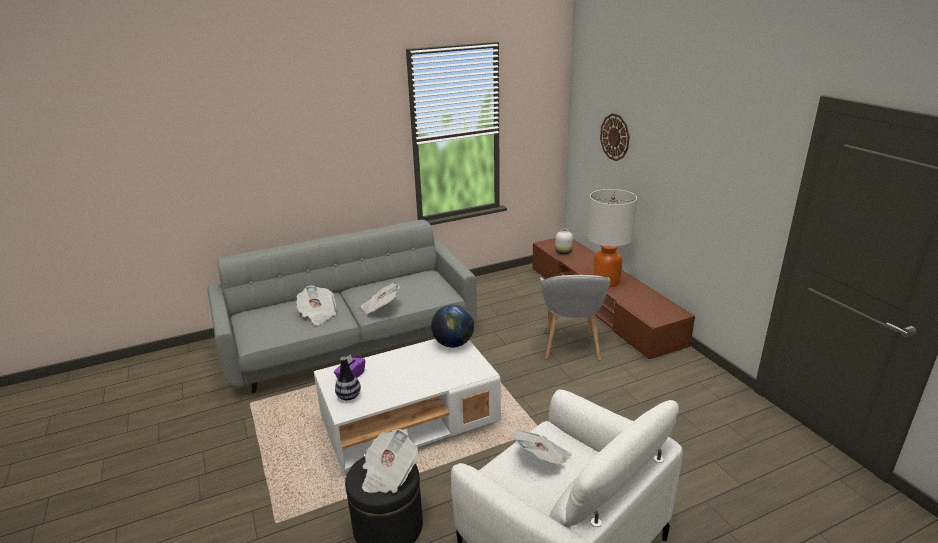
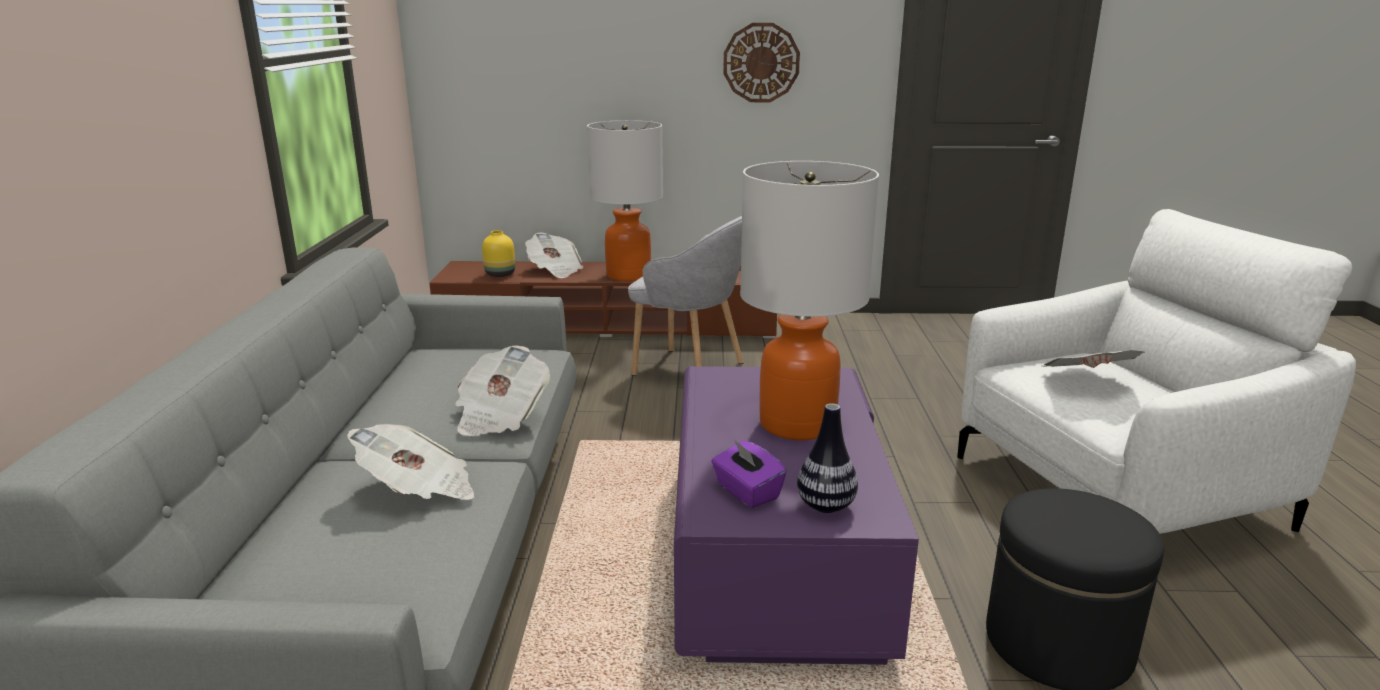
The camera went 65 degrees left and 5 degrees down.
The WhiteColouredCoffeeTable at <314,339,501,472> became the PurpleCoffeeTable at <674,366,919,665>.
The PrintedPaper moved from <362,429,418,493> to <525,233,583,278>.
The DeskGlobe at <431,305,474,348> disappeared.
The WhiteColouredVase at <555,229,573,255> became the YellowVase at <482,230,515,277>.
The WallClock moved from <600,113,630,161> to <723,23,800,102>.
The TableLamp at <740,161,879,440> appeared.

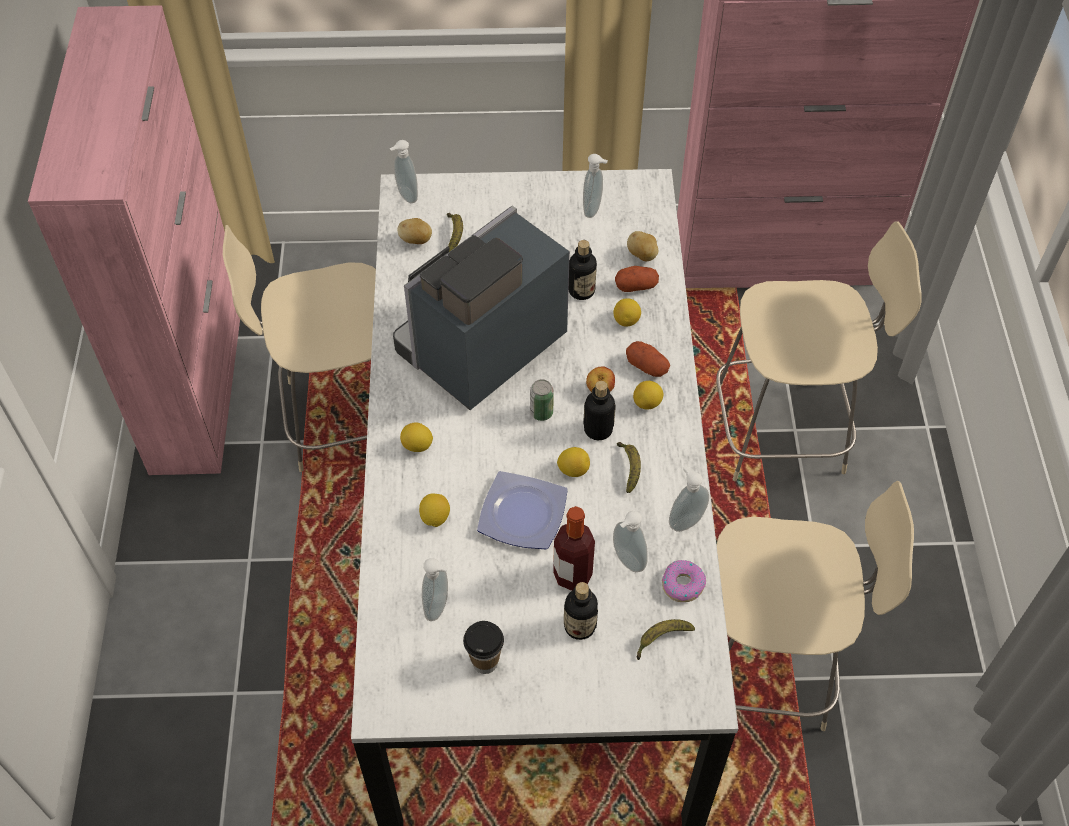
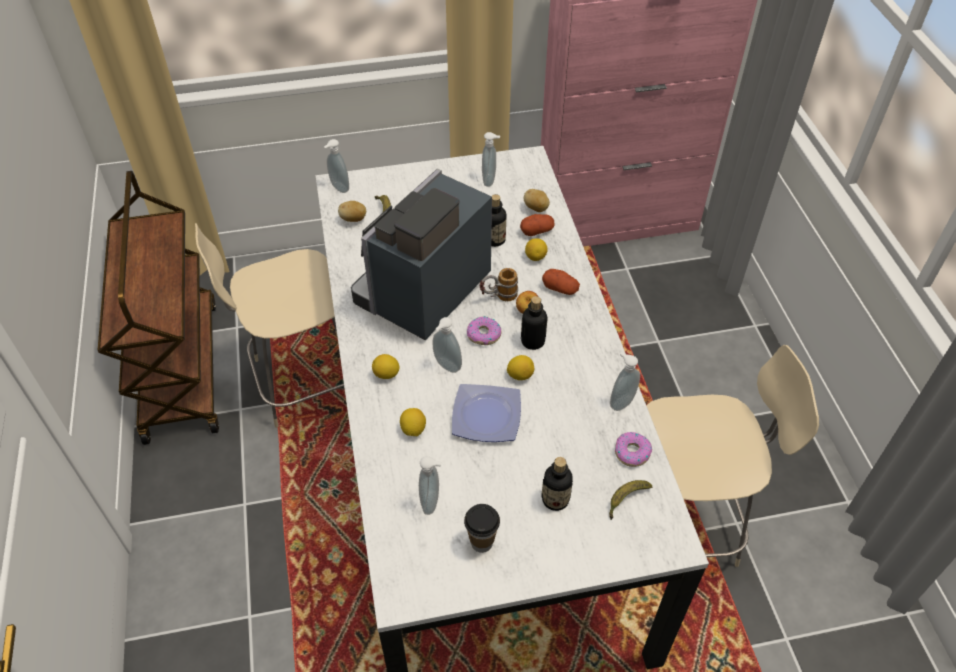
The camera went 10 degrees left and 5 degrees down.
The PinkColouredStorageCabinet at <28,5,240,475> was replaced by the BrownCart at <98,171,219,445>.
The SealedCan at <530,379,554,421> was replaced by the Donut at <467,317,501,345>.
The BeverageBottle at <553,506,595,591> disappeared.
The SoapDispenser moved from <613,511,648,572> to <432,317,462,373>.
The Banana at <617,442,641,493> disappeared.
The CitrusFruit at <633,381,663,409> disappeared.
The BeigePlainChair at <715,221,922,481> disappeared.
The CoffeeMug at <480,268,518,301> appeared.

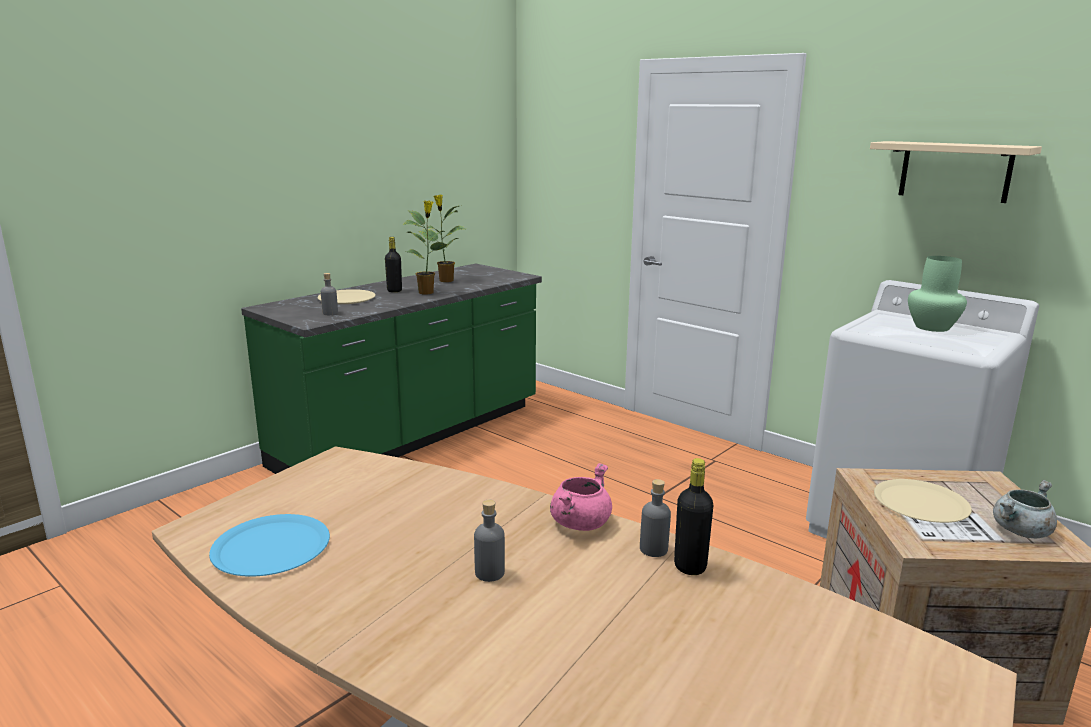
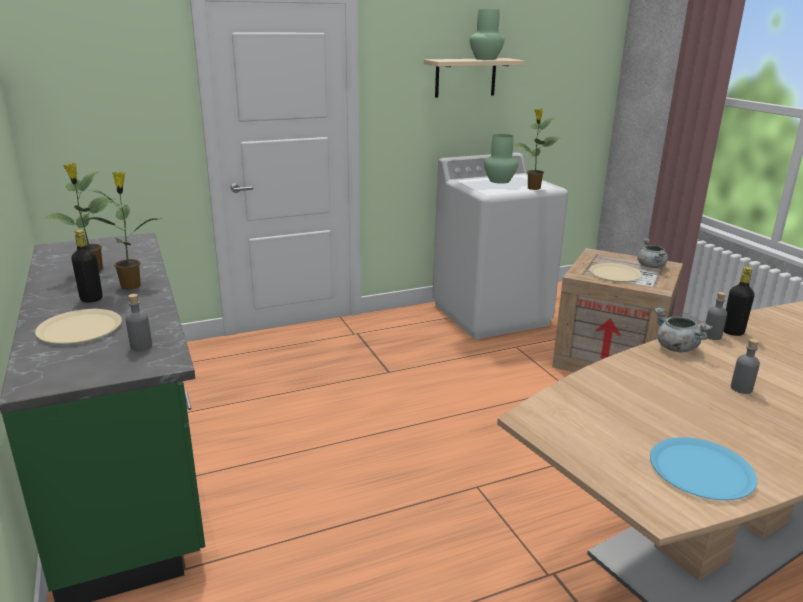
The camera went 65 degrees left and 5 degrees up.
The PinkColouredStockpot at <550,463,612,531> became the GreyStockpot at <654,308,713,352>.
The GreenishVase at <470,9,505,60> appeared.
The PottedPlant at <514,109,562,190> appeared.

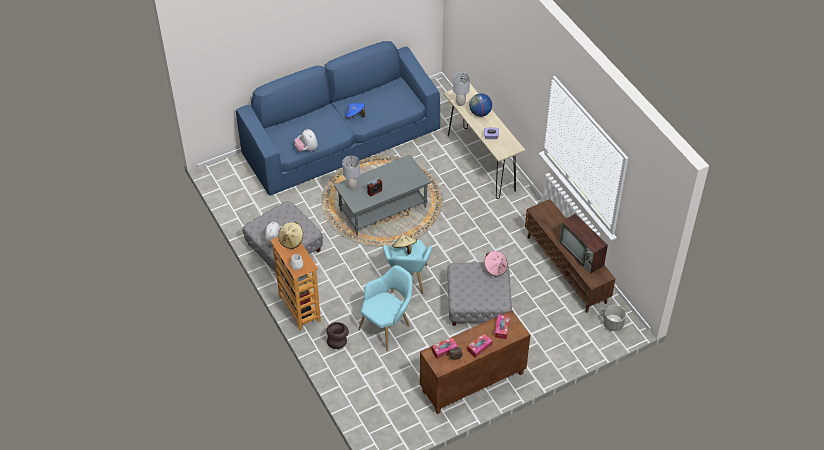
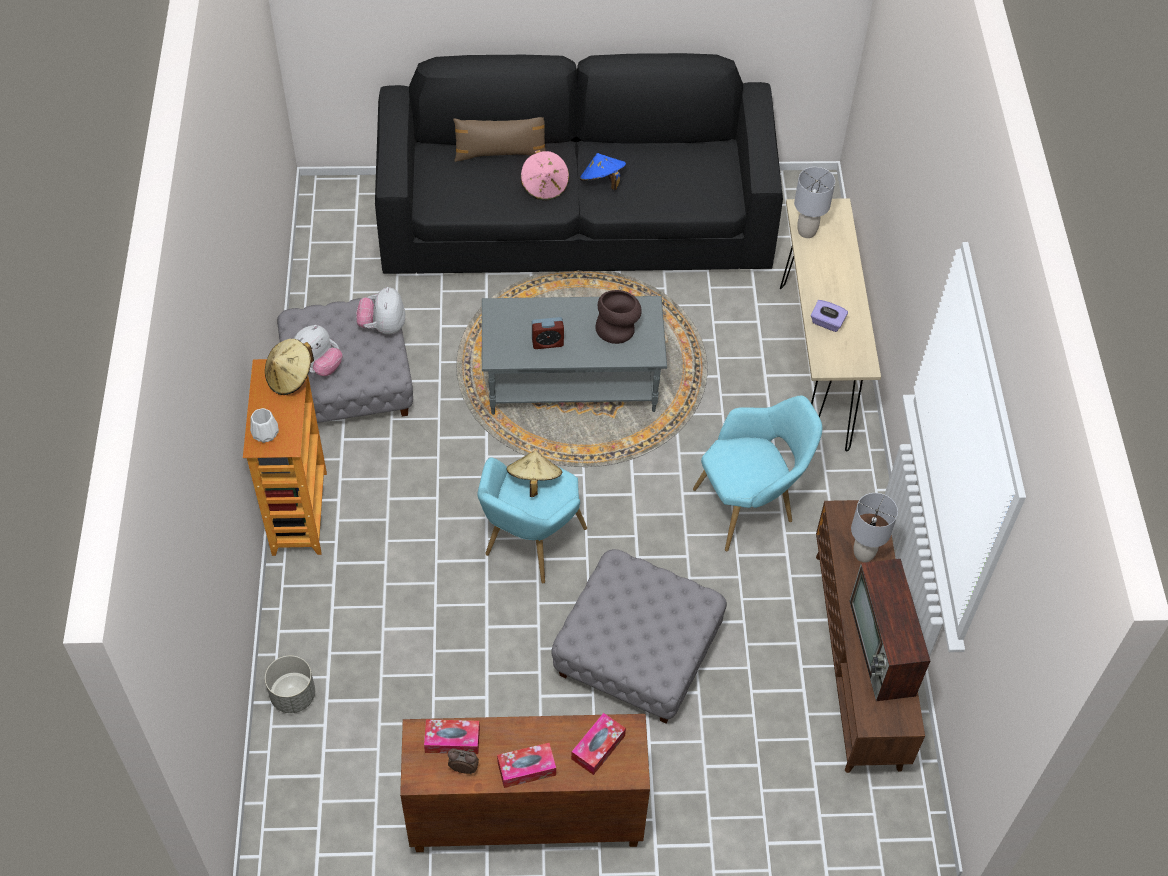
The camera went 25 degrees right and 5 degrees up.
The BluishSofa at <236,41,440,196> became the BlackColouredSofa at <375,53,783,274>.
The CuddlyToy moved from <294,129,318,152> to <356,287,405,335>.
The BrownVase moved from <326,322,349,349> to <595,290,642,344>.
The GreyTableLamp moved from <342,156,360,189> to <851,493,898,562>.
The BlueGreenArmchair moved from <358,265,412,351> to <693,395,822,551>.
The DeskGlobe at <469,93,492,117> disappeared.
The PinkColouredWearableHat moved from <484,251,508,277> to <521,150,569,200>.
The GreyPlanter moved from <603,305,626,331> to <265,656,315,713>.
The BrownCushion at <453,117,546,162> appeared.

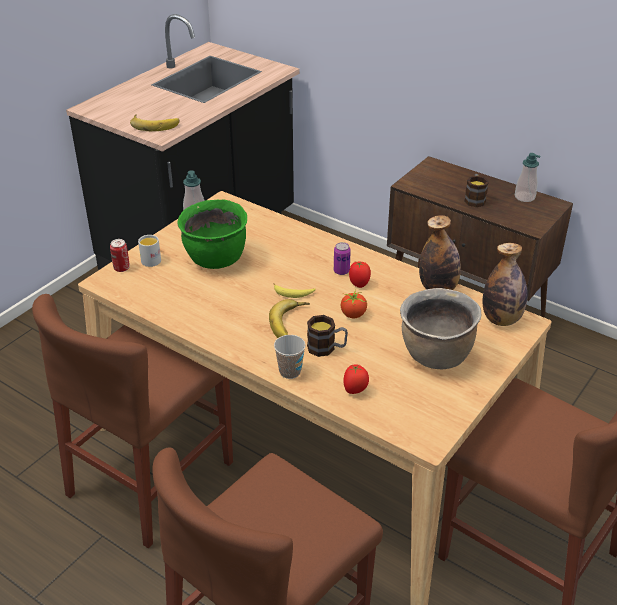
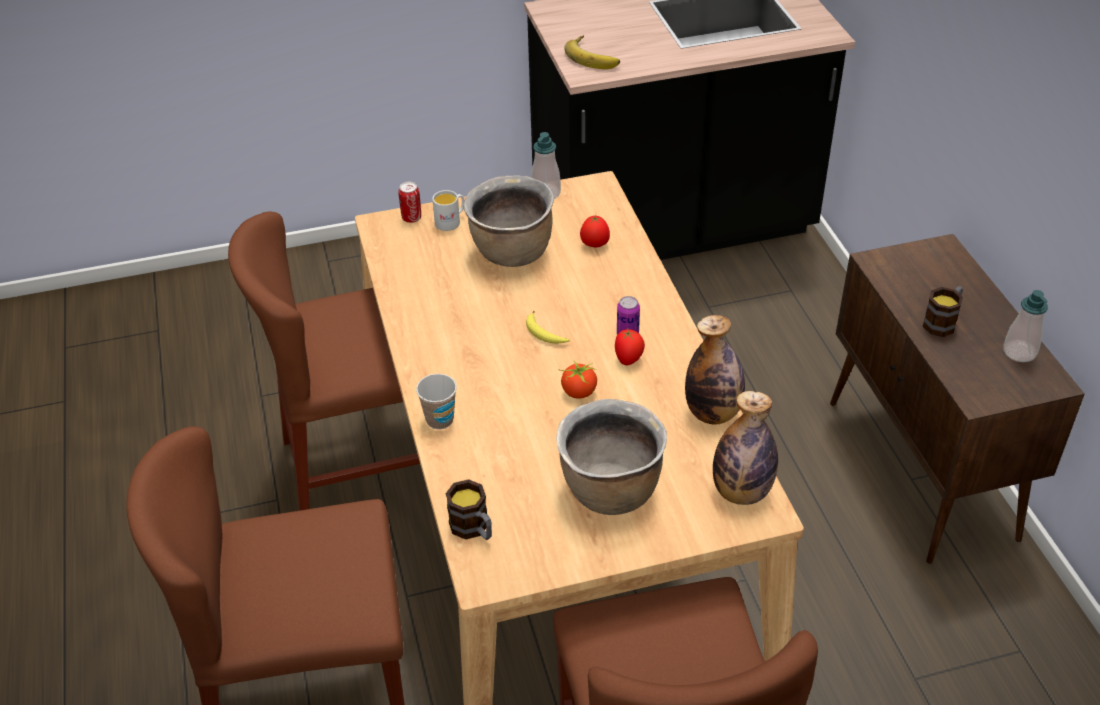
The camera went 40 degrees right and 5 degrees up.
The GreenishStockpot at <177,200,247,269> became the BrownStockpot at <464,175,554,267>.
The Banana at <269,299,310,338> disappeared.
The CoffeeMug moved from <307,315,348,357> to <445,479,492,540>.
The Tomato moved from <343,364,369,394> to <580,216,610,247>.

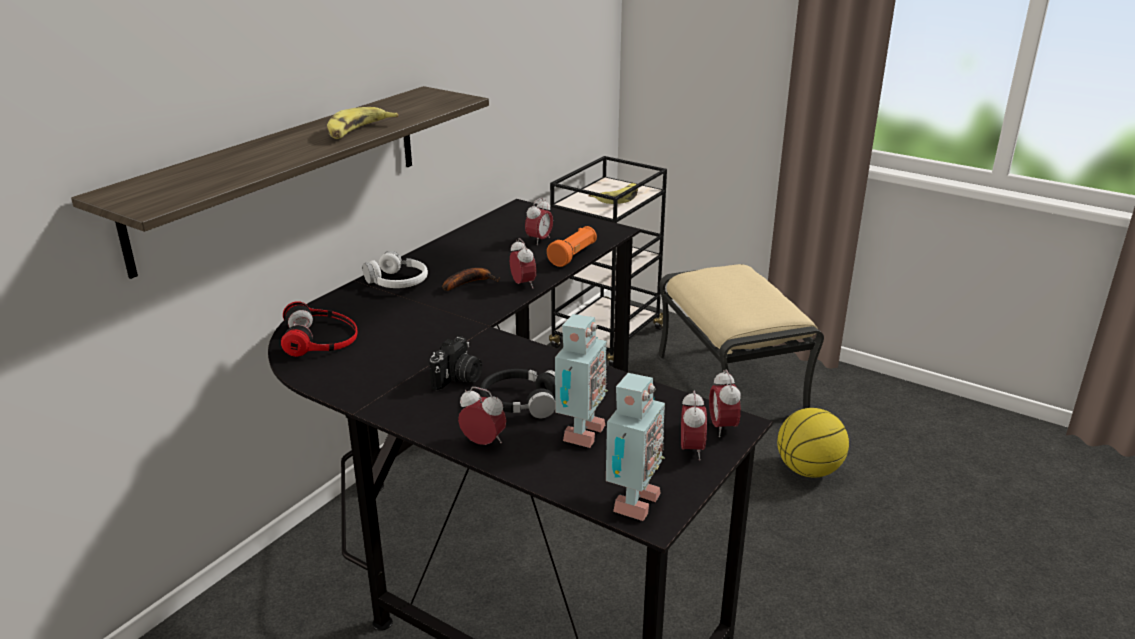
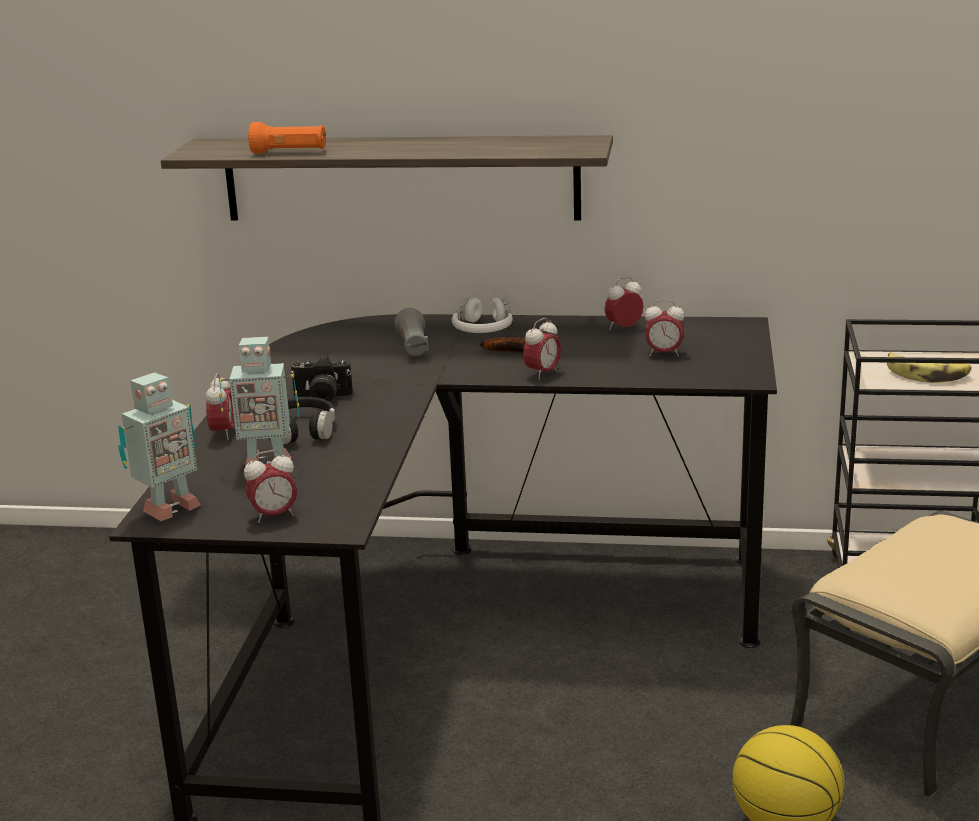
The camera went 65 degrees right and 5 degrees down.
The PairOfHeadphones at <281,301,358,357> disappeared.
The Banana at <327,107,398,139> disappeared.
The OrangeColouredHandTorch moved from <547,226,597,267> to <248,122,326,154>.
The ToyRobot at <606,373,665,521> turned 45 degrees counterclockwise.
The TableClock moved from <709,370,741,437> to <605,277,644,330>.
The GreyHandTorch at <395,308,429,356> appeared.

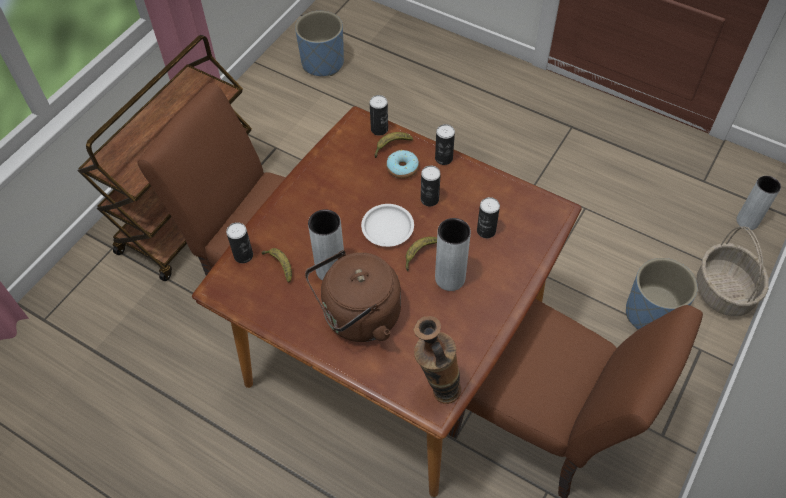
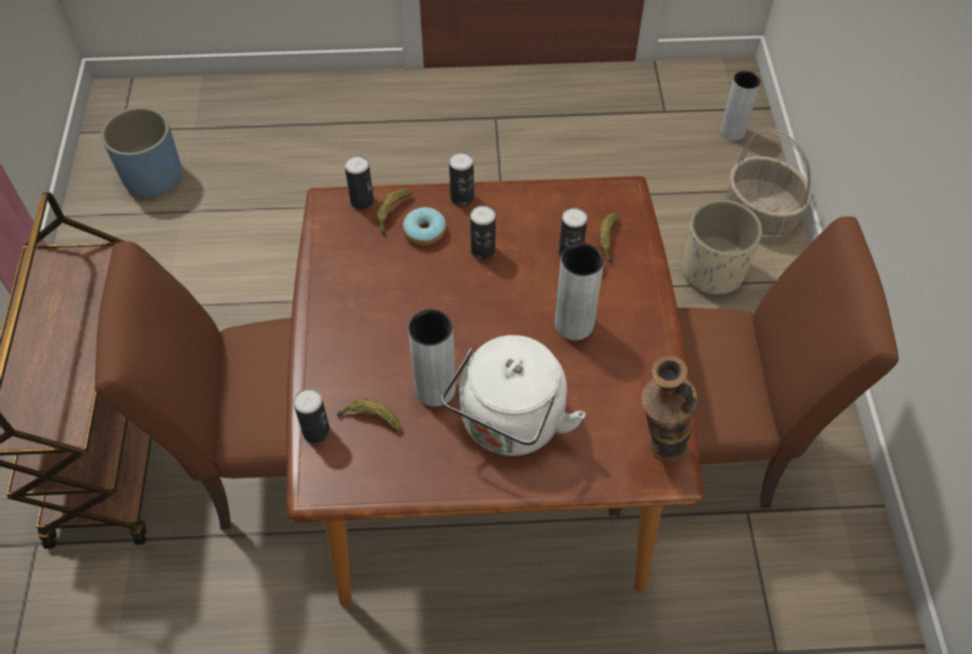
The camera went 35 degrees left and 0 degrees up.
The BrownTeaKettle at <305,250,401,342> became the WhiteColouredTeaKettle at <441,335,586,456>.
The WhiteColouredPlate at <361,204,414,247> disappeared.
The Banana moved from <405,237,437,271> to <599,213,620,263>.
The BluishPlanter at <626,258,698,330> became the BeigePlanter at <682,200,762,294>.

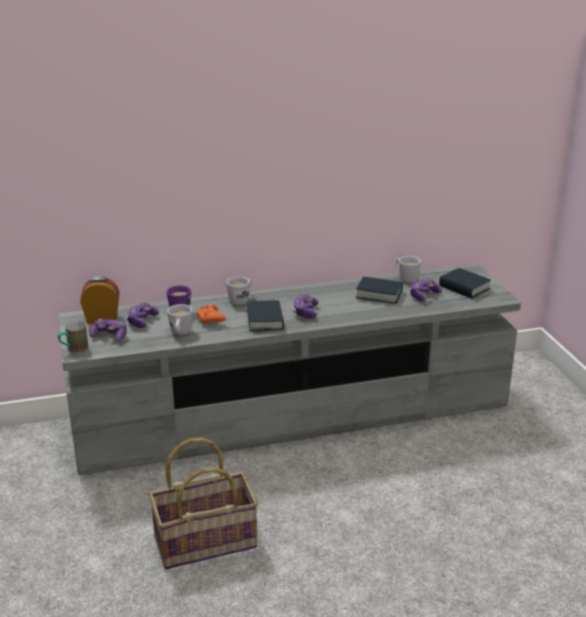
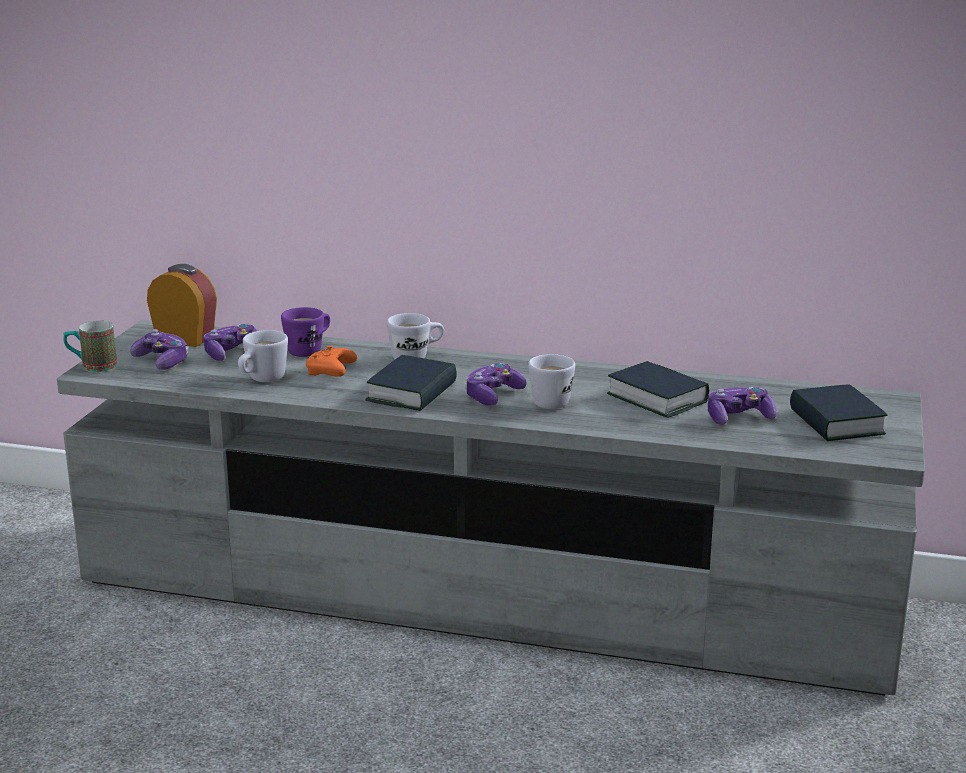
The camera went 30 degrees right and 5 degrees down.
The Basket at <149,437,258,569> disappeared.
The WhiteColouredCoffeeMug moved from <396,256,422,283> to <528,354,575,409>.

